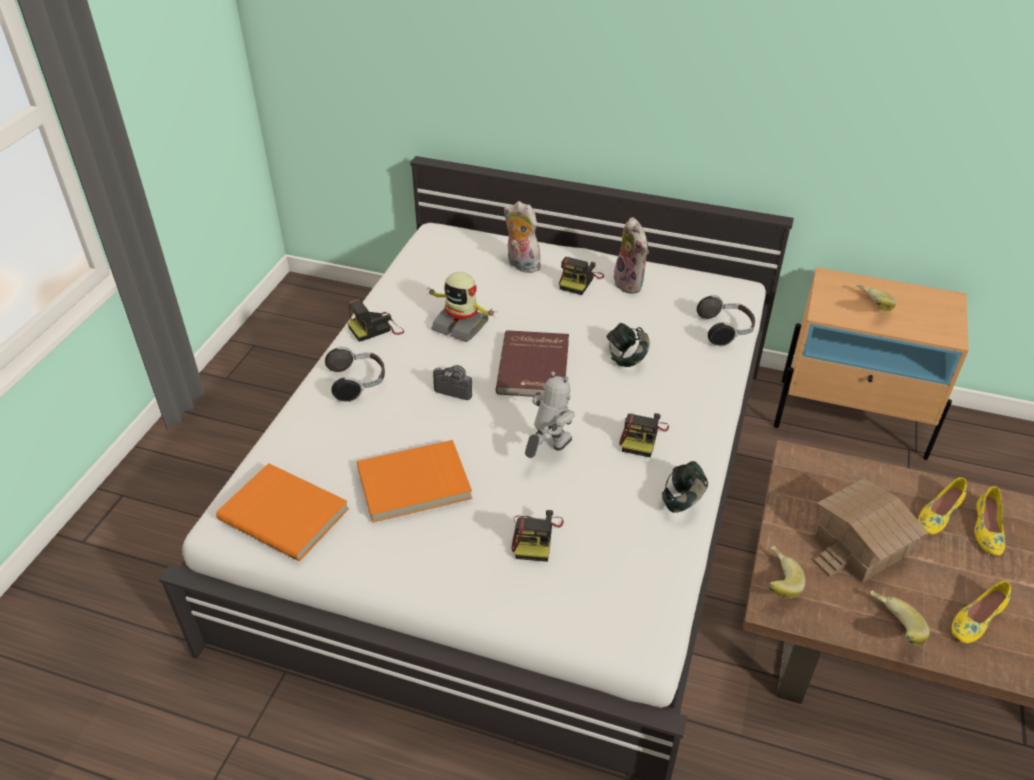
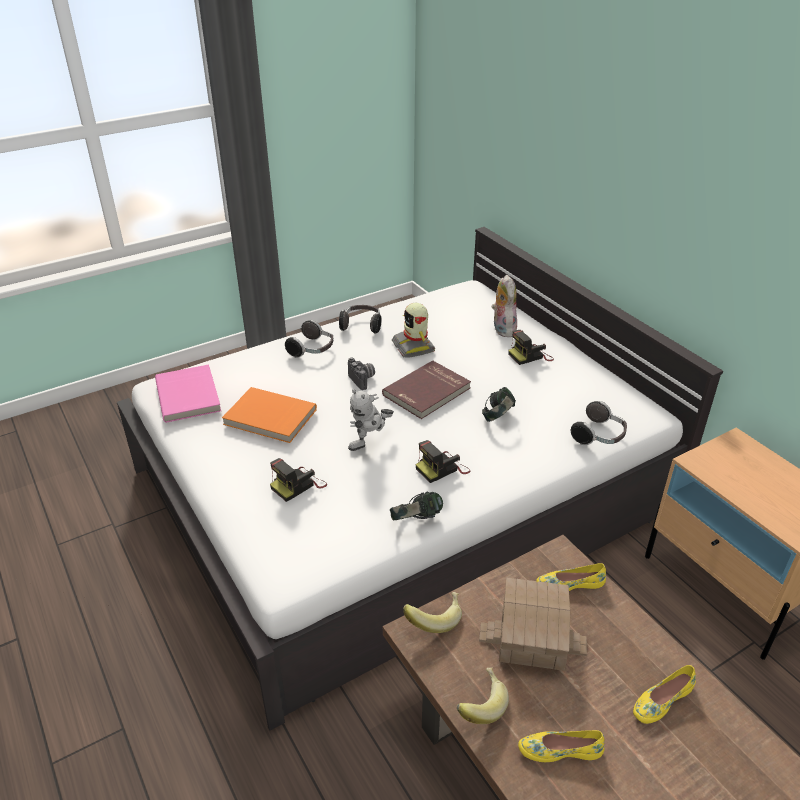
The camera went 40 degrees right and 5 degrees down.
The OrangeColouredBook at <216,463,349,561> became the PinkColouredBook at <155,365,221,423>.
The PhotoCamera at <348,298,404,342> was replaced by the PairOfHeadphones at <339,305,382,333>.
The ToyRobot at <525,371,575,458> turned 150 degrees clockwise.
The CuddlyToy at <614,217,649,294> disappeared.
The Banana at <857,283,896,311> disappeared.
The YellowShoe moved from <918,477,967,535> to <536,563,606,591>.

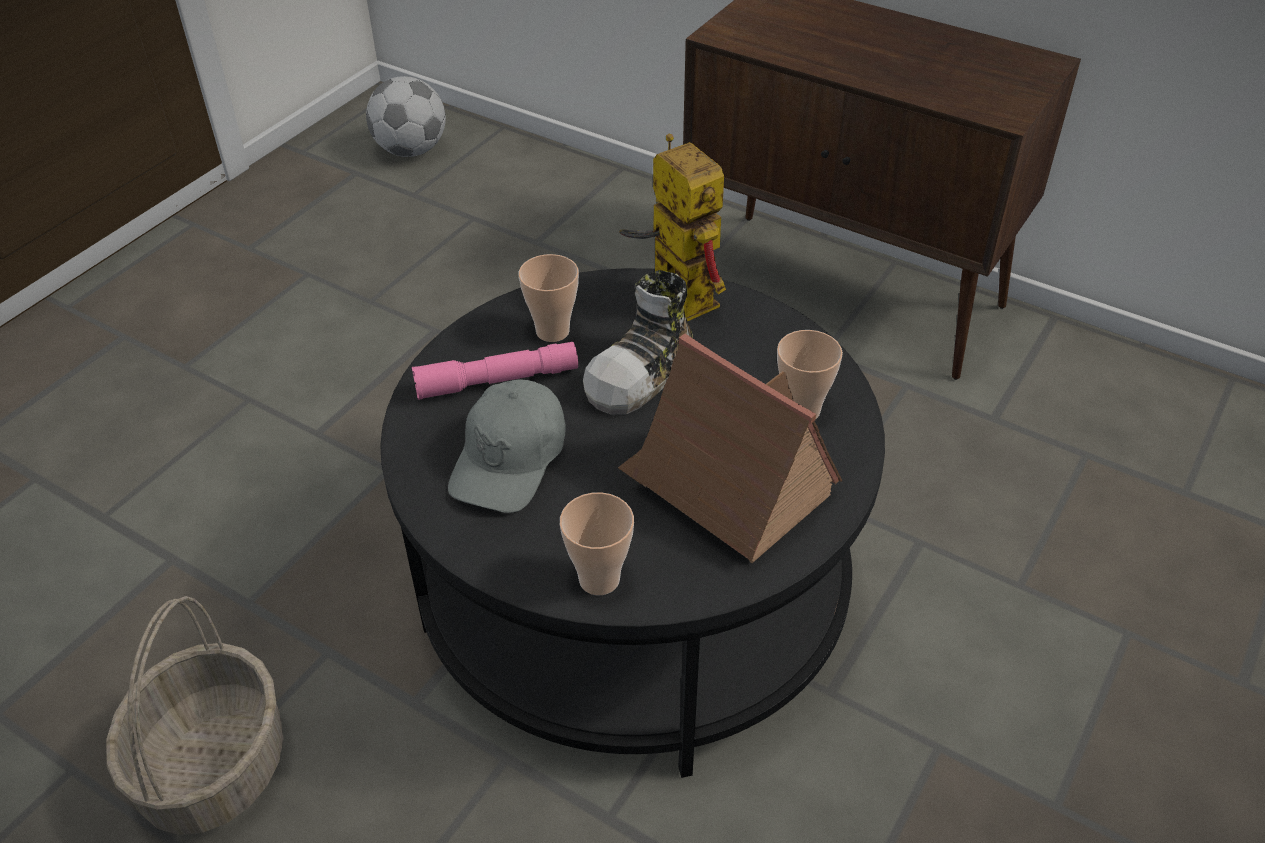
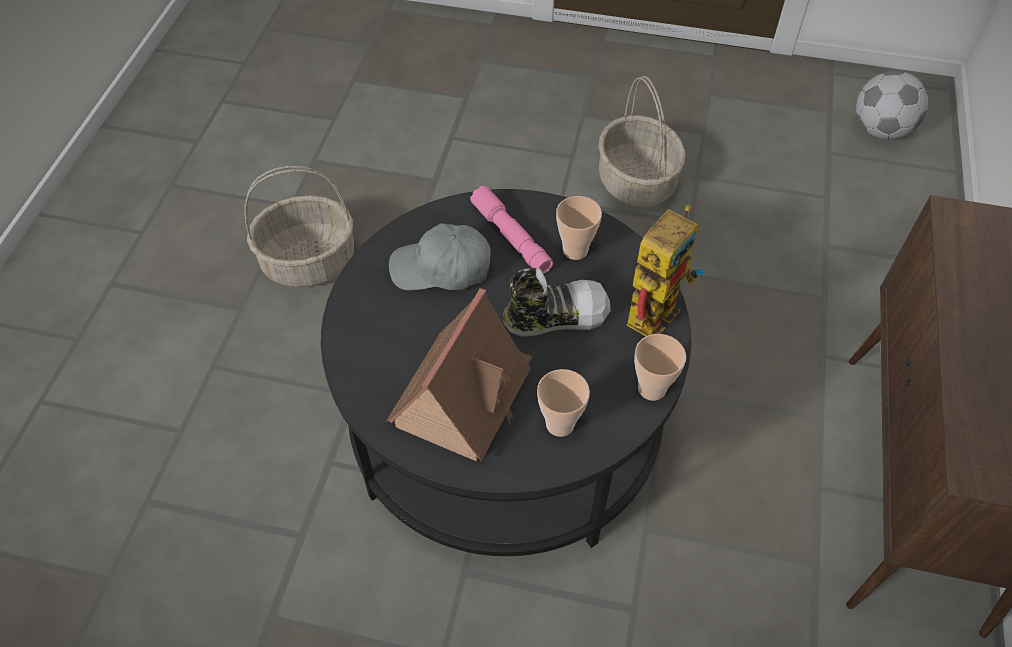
The camera went 70 degrees right and 10 degrees up.
The Cup moved from <560,492,634,595> to <634,334,686,401>.
The Shoe at <583,270,693,415> turned 150 degrees clockwise.
The Basket at <598,75,685,208> appeared.

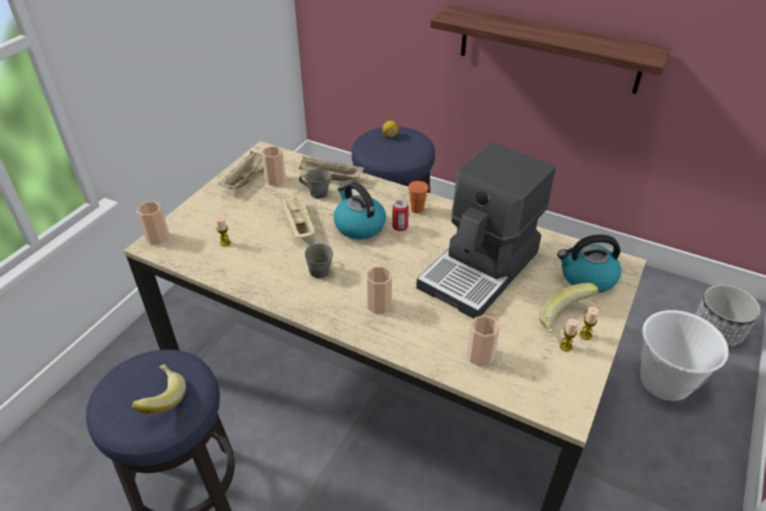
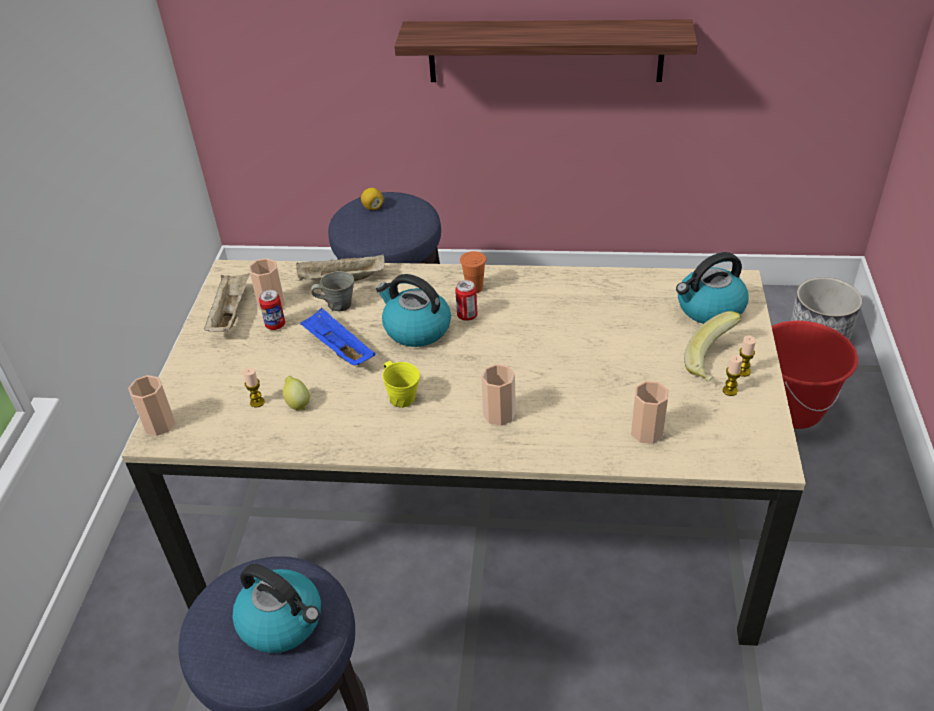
The camera went 20 degrees left and 0 degrees up.
The Banana at <132,364,186,414> was replaced by the TeaKettle at <232,564,321,653>.
The BeigeCarryingTray at <280,192,316,238> became the BluishCarryingTray at <300,307,376,366>.
The GreyCoffeeMug at <305,241,333,278> became the YellowCoffeeMug at <382,361,420,408>.
The CoffeeMaker at <416,142,556,319> disappeared.
The WhiteColouredPail at <640,310,729,401> became the ReddishPail at <772,321,858,429>.
The SealedCan at <259,290,285,330> appeared.
The CitrusFruit at <283,376,310,410> appeared.

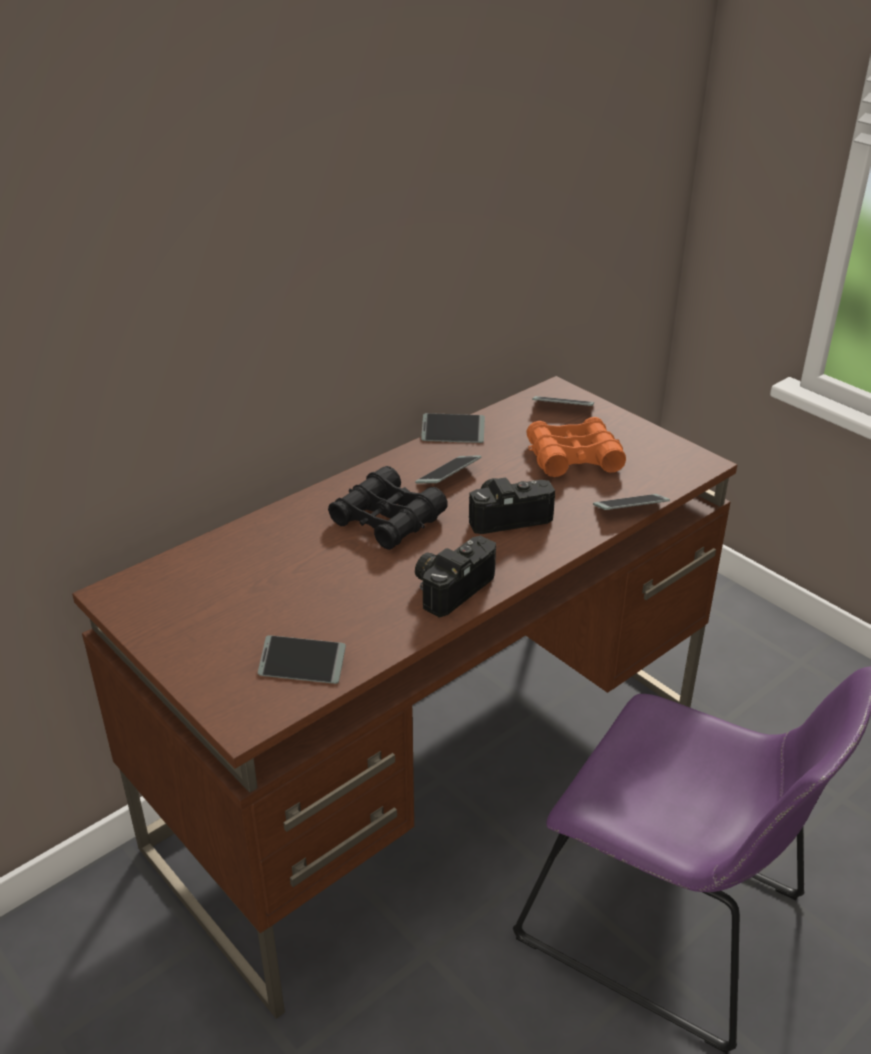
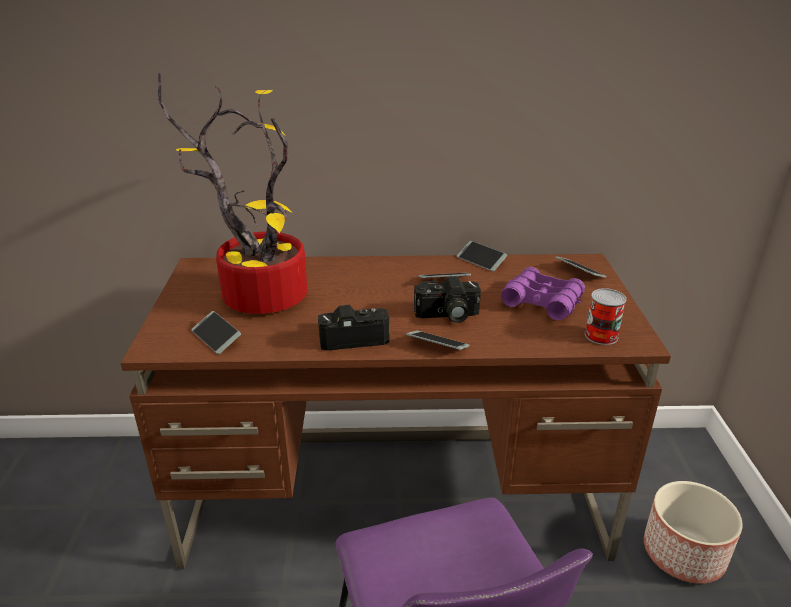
The camera went 40 degrees right and 5 degrees down.
The BlackColouredFieldGlasses at <328,466,448,550> disappeared.
The PhotoCamera at <469,478,555,534> turned 150 degrees clockwise.
The OrangeColouredFieldGlasses at <526,417,626,477> became the PurpleFieldGlasses at <501,267,585,320>.
The Telephone moved from <593,494,670,510> to <406,331,469,350>.
The PottedPlant at <158,73,308,314> appeared.
The SealedCan at <585,288,626,345> appeared.
The Planter at <644,481,743,584> appeared.

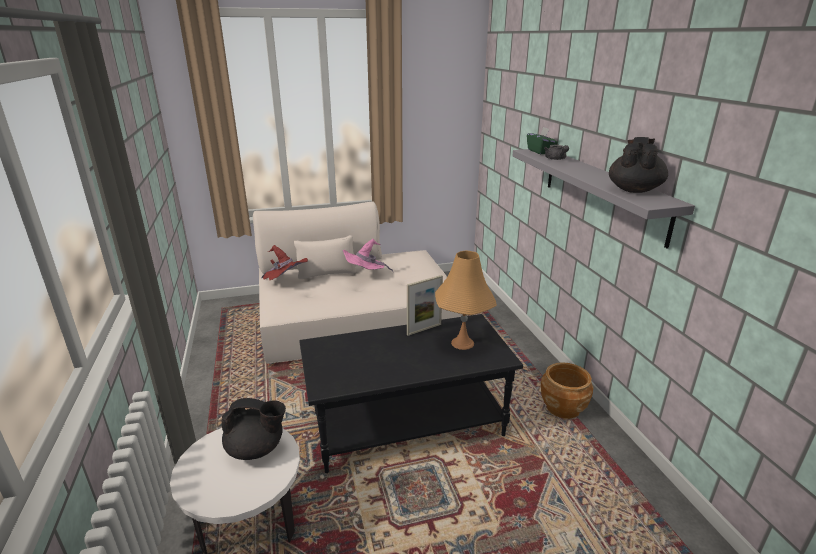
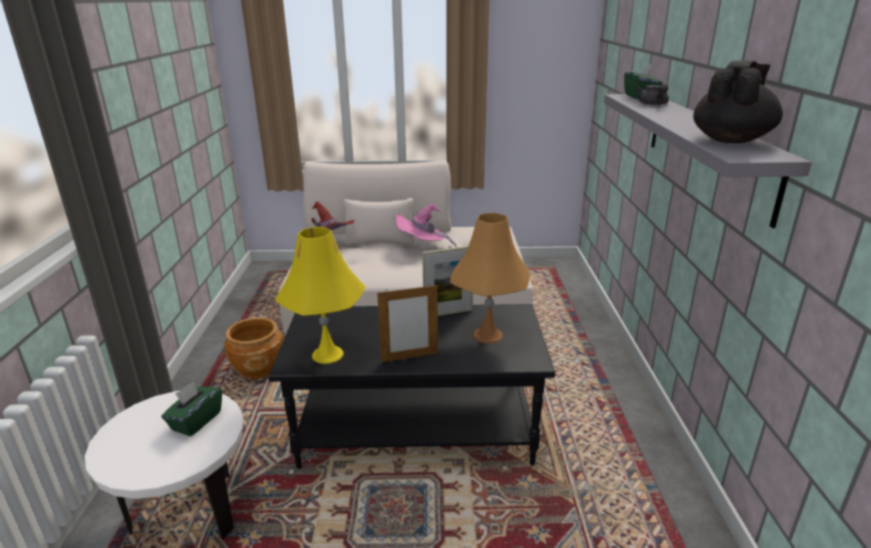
The camera went 15 degrees right and 0 degrees up.
The BlackColouredTeaPot at <221,398,286,460> was replaced by the GreenishTissueHolder at <161,381,222,437>.
The BrownPlanter moved from <541,362,593,419> to <224,317,283,379>.
The YellowTableLamp at <275,227,366,364> appeared.
The PictureFrame at <377,285,438,362> appeared.

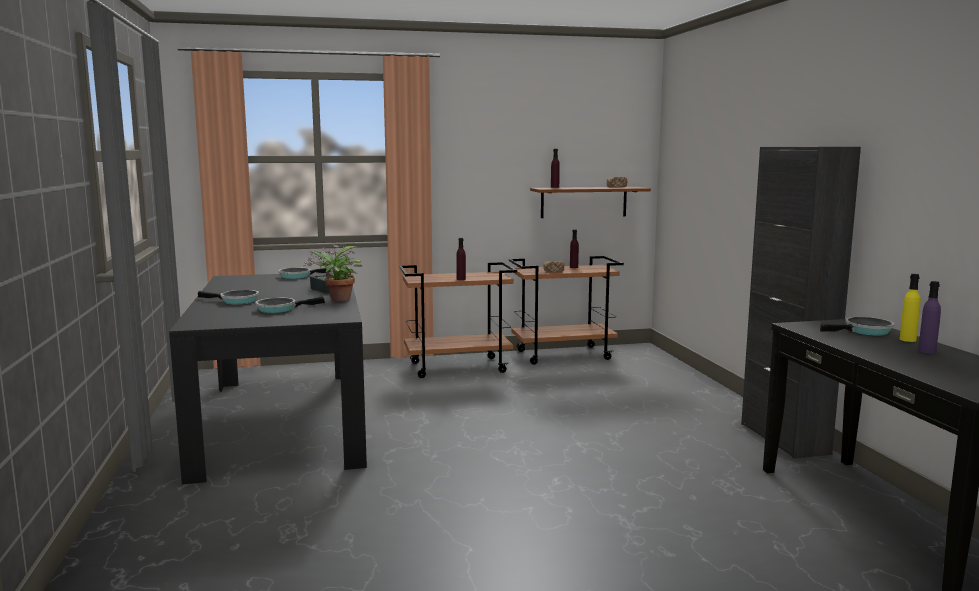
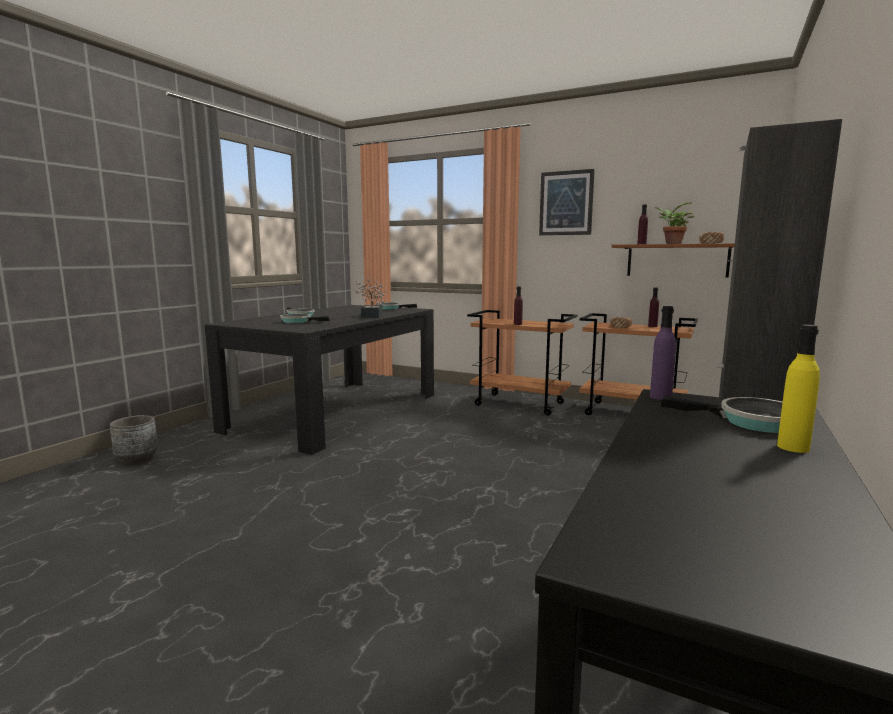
The camera went 40 degrees right and 0 degrees up.
The PottedPlant moved from <311,246,363,301> to <654,202,695,244>.
The PurpleBeverageBottle moved from <918,281,941,353> to <650,306,676,400>.
The GreyPlanter at <110,415,158,465> appeared.
The Picture at <539,169,595,235> appeared.

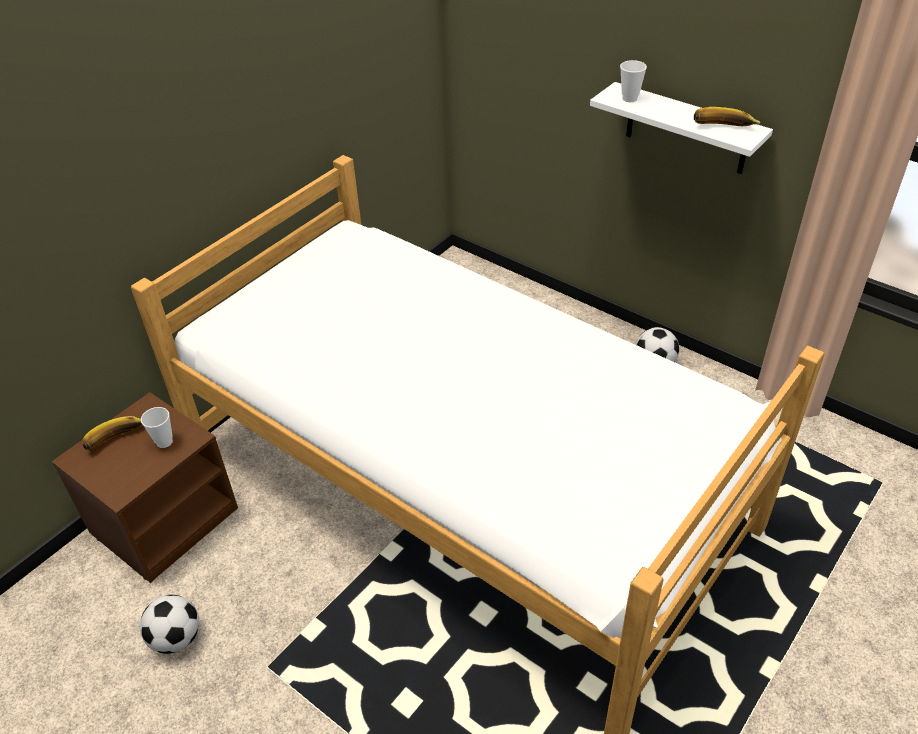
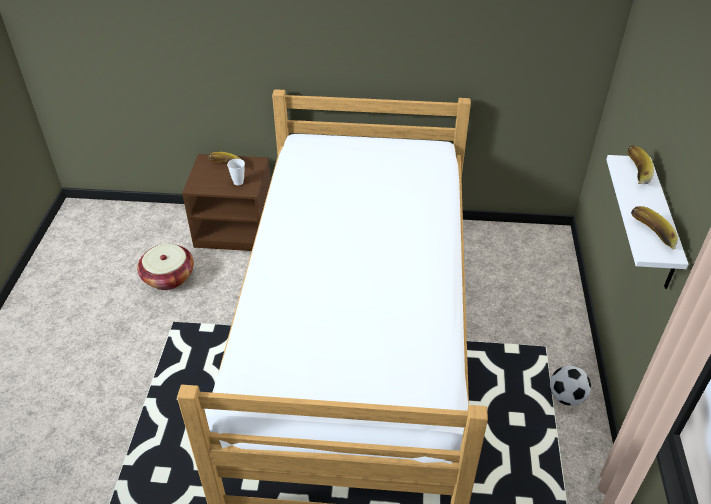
The camera went 55 degrees right and 0 degrees up.
The Football at <140,595,199,654> was replaced by the Basket at <137,244,194,290>.
The Cup at <620,60,647,102> was replaced by the Banana at <627,146,654,184>.

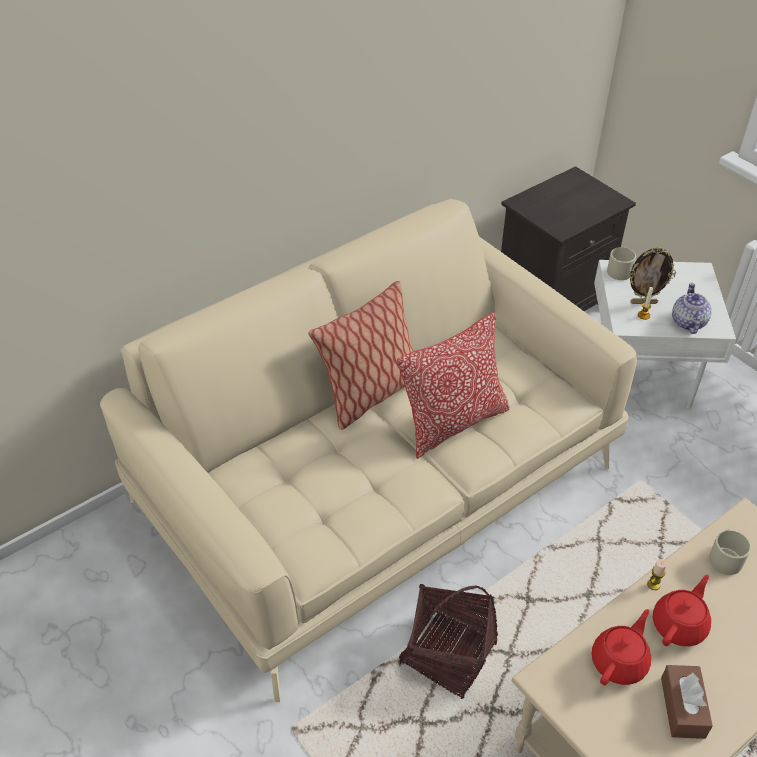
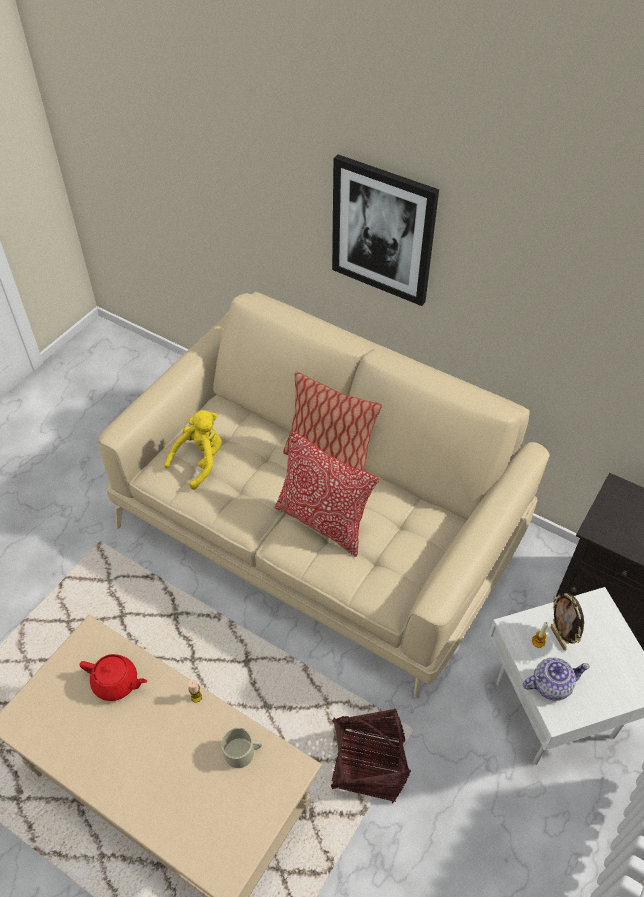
The camera went 70 degrees right and 5 degrees up.
The Basket moved from <399,584,498,699> to <331,708,411,803>.
The BeigeCoffeeMug at <607,247,636,280> disappeared.
The ReddishTeaPot at <653,575,711,646> disappeared.
The BrownTissueHolder at <661,665,713,739> disappeared.
The YellowCuddlyToy at <164,410,222,490> appeared.
The Picture at <332,154,439,306> appeared.

